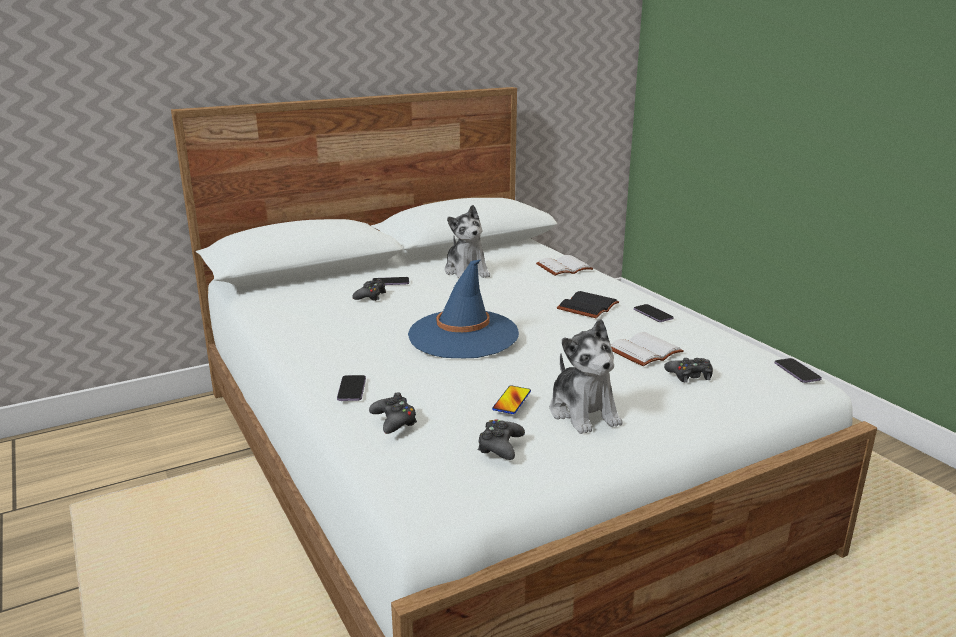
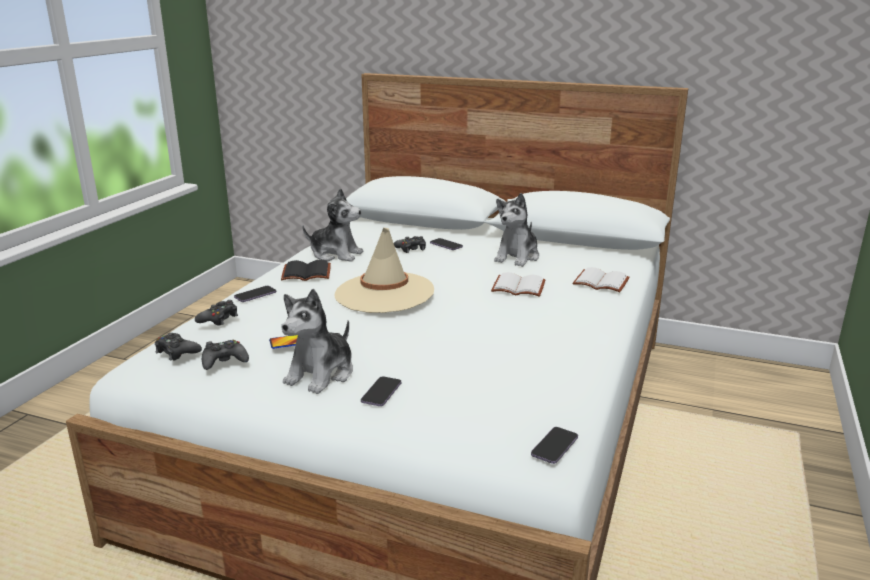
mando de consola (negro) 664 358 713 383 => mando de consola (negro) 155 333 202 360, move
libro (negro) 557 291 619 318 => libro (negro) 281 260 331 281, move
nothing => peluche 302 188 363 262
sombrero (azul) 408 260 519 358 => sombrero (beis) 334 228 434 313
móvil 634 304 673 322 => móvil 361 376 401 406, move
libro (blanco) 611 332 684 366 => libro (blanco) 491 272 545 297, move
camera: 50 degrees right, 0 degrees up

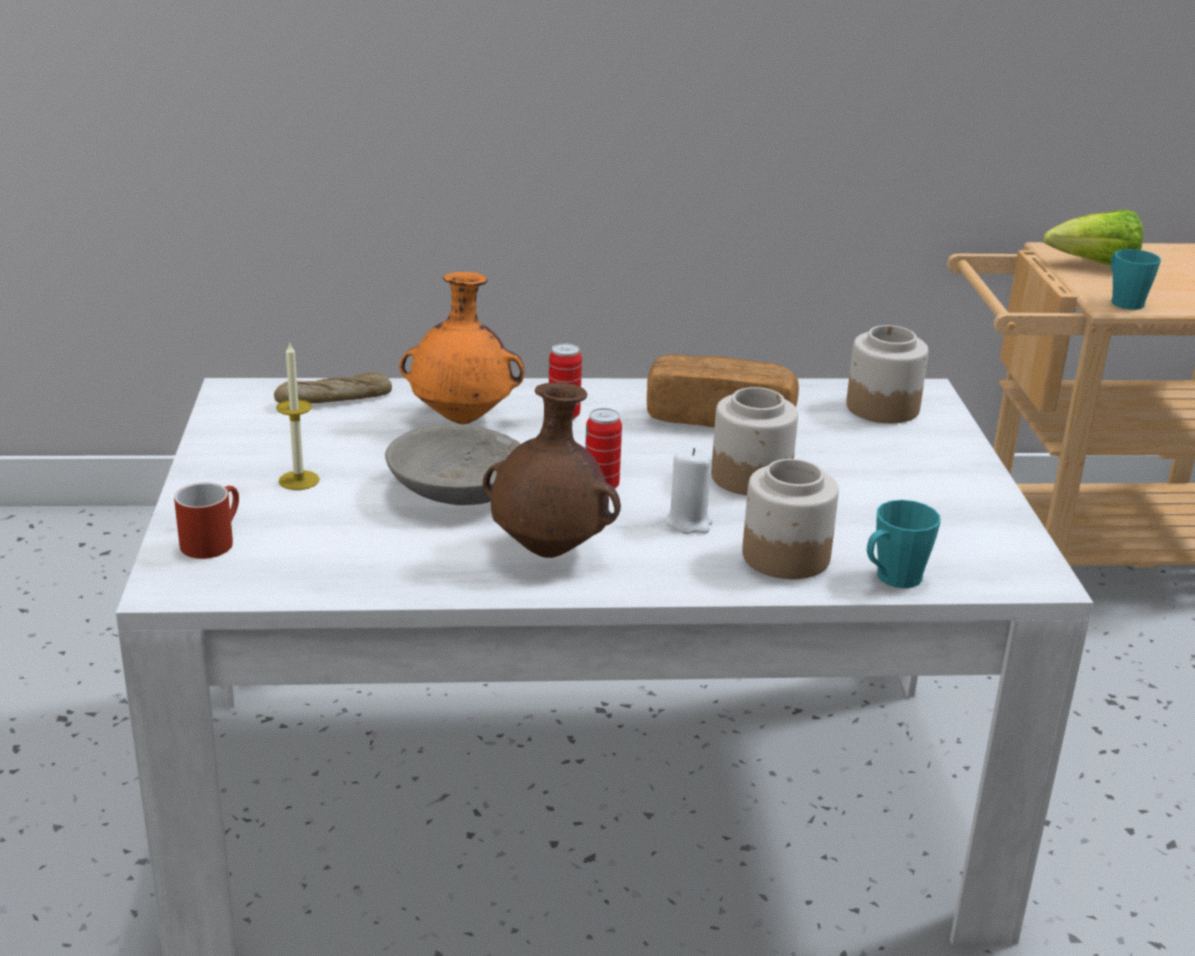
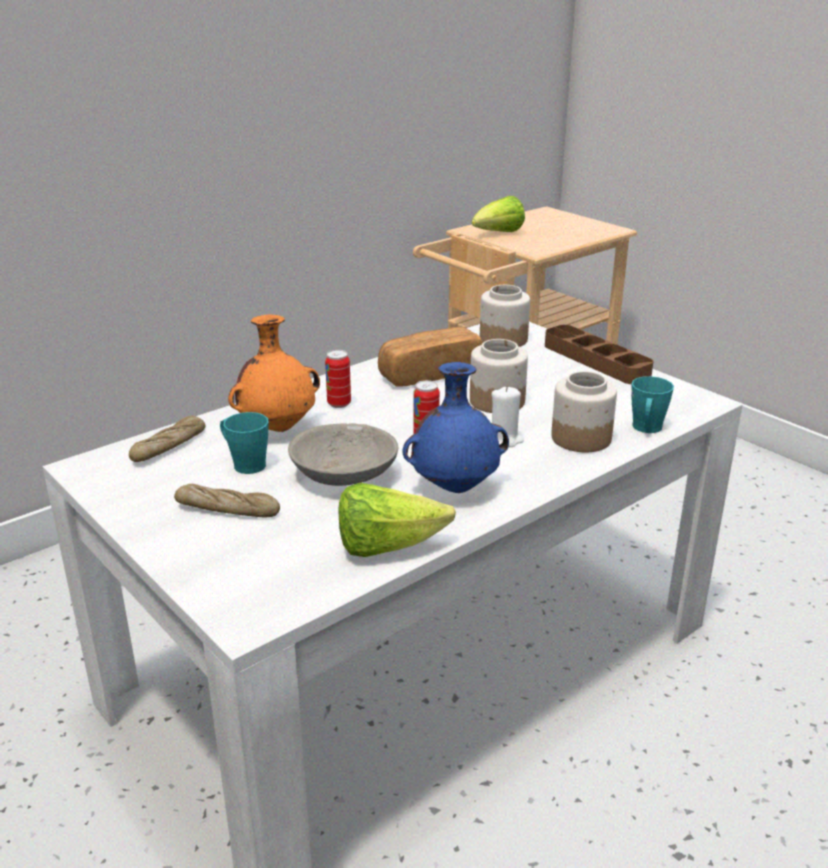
vela 276 341 319 490 => pan 174 484 280 518
taza grande (turquesa) 1111 249 1161 310 => taza grande (turquesa) 220 412 268 474, move
nothing => lechuga 338 483 456 557
florero (marrón) 483 382 621 558 => florero (azul) 403 362 509 493
nothing => bandeja (marrón) 545 325 653 384
taza grande (rojo) 174 483 239 559 => nothing
camera: 35 degrees left, 0 degrees up

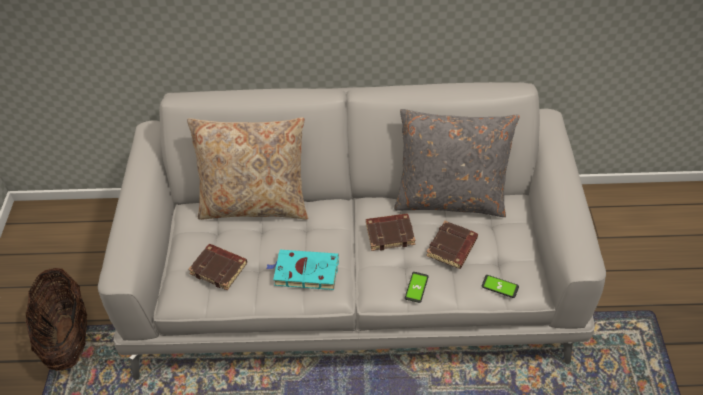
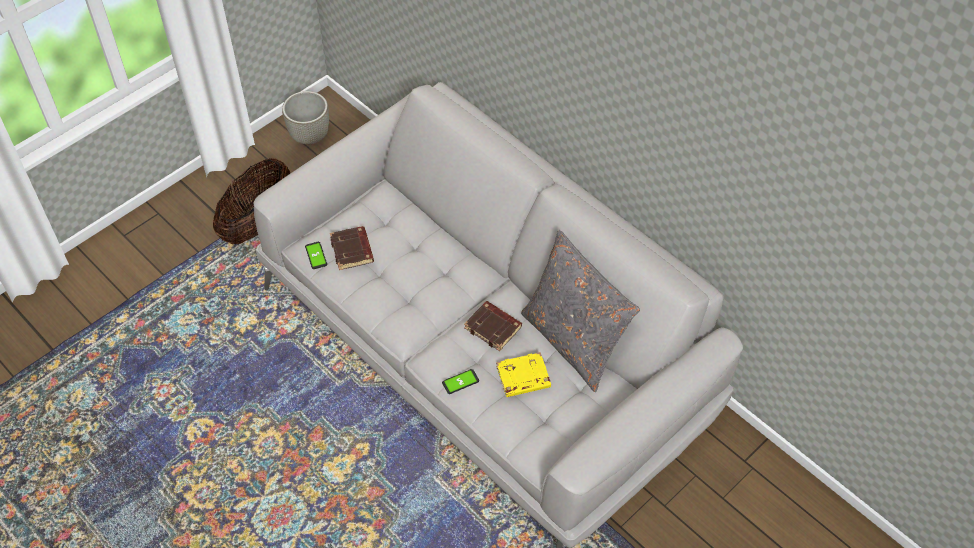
nothing => maceta (gris) 282 91 329 144
móvil 481 275 519 298 => móvil 305 242 327 269, move
libro (marrón) 426 221 478 269 => libro (amarillo) 496 352 551 397
cojín (beis) 187 117 308 220 => nothing
libro (turquesa) 266 250 339 290 => nothing
camera: 45 degrees right, 5 degrees up

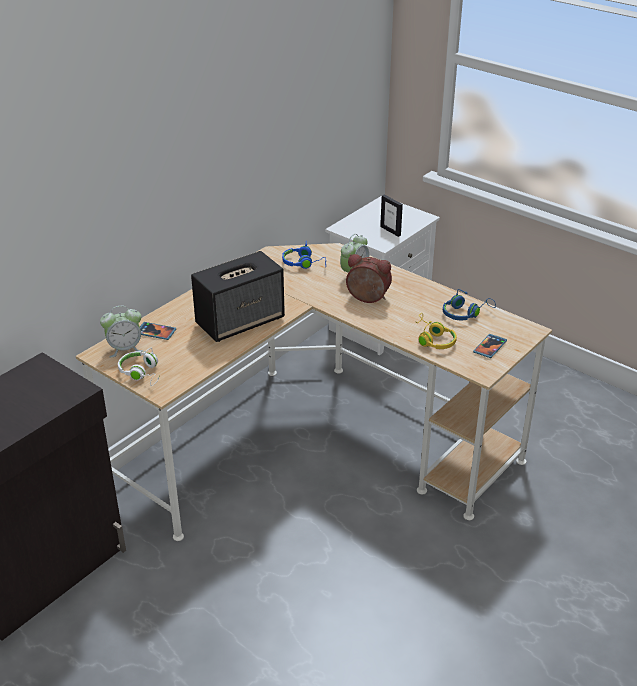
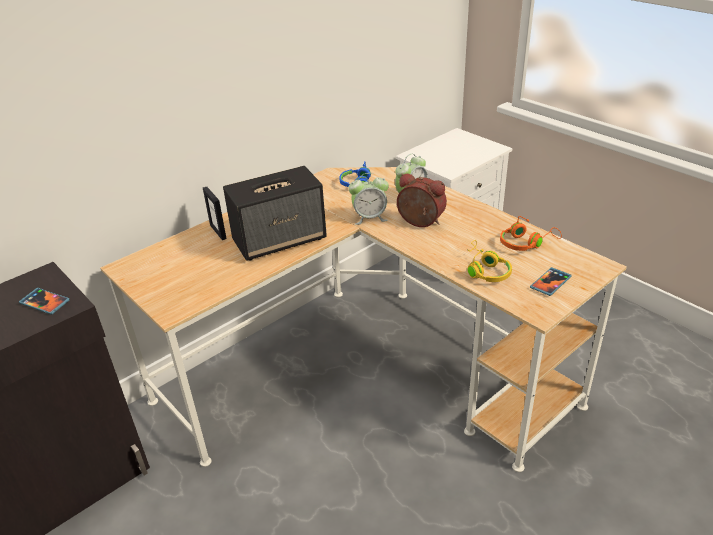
móvil 140 322 176 340 => móvil 19 288 70 315, move
portarretratos 380 195 403 237 => portarretratos 203 187 227 240, move
despertador 100 306 143 357 => despertador 348 173 389 225, move
auriculares (azul) 443 289 496 320 => auriculares (naranja) 500 216 562 251
auriculares (blanco) 118 348 159 386 => nothing
camera: 10 degrees right, 0 degrees up

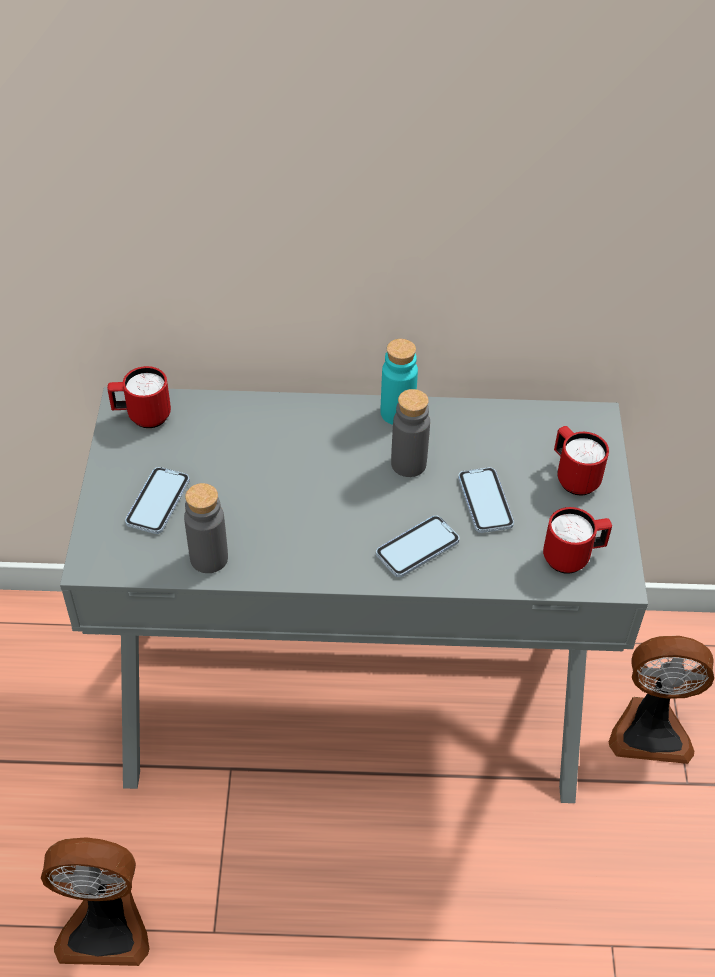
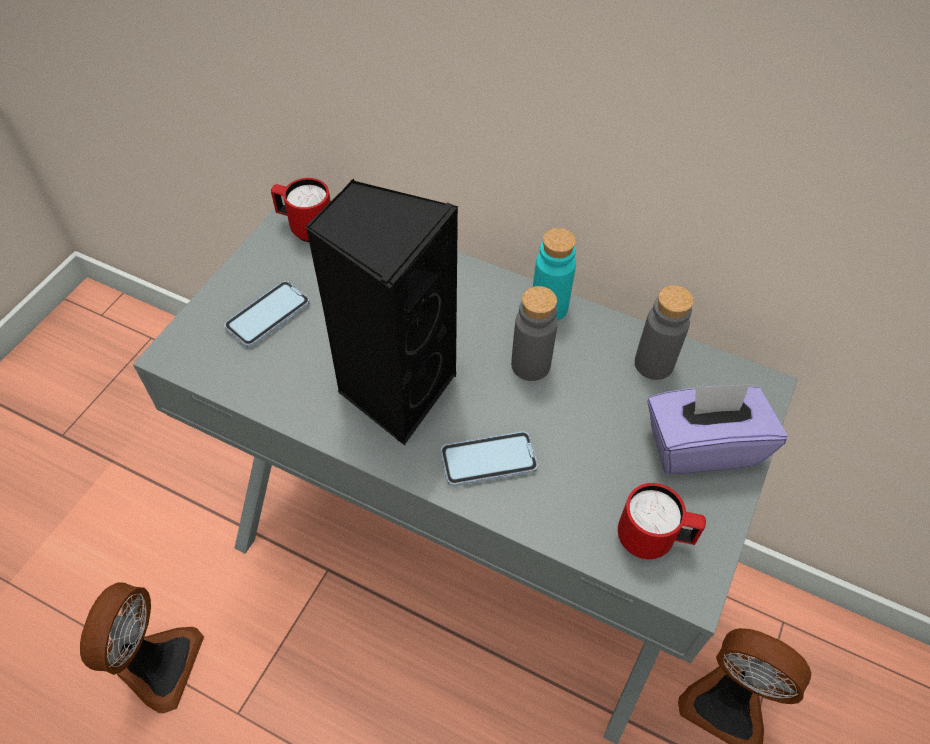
ventilador 41 837 149 966 => ventilador 80 582 204 713, 105 degrees counterclockwise
nothing => altavoz (negro) 305 178 458 445
botella (gris) 184 483 228 573 => botella (gris) 635 285 694 380, move
taza grande (rojo) 554 426 609 495 => caja de pañuelos (morado) 647 384 788 474
móvil 458 467 514 533 => nothing
camera: 25 degrees right, 5 degrees up

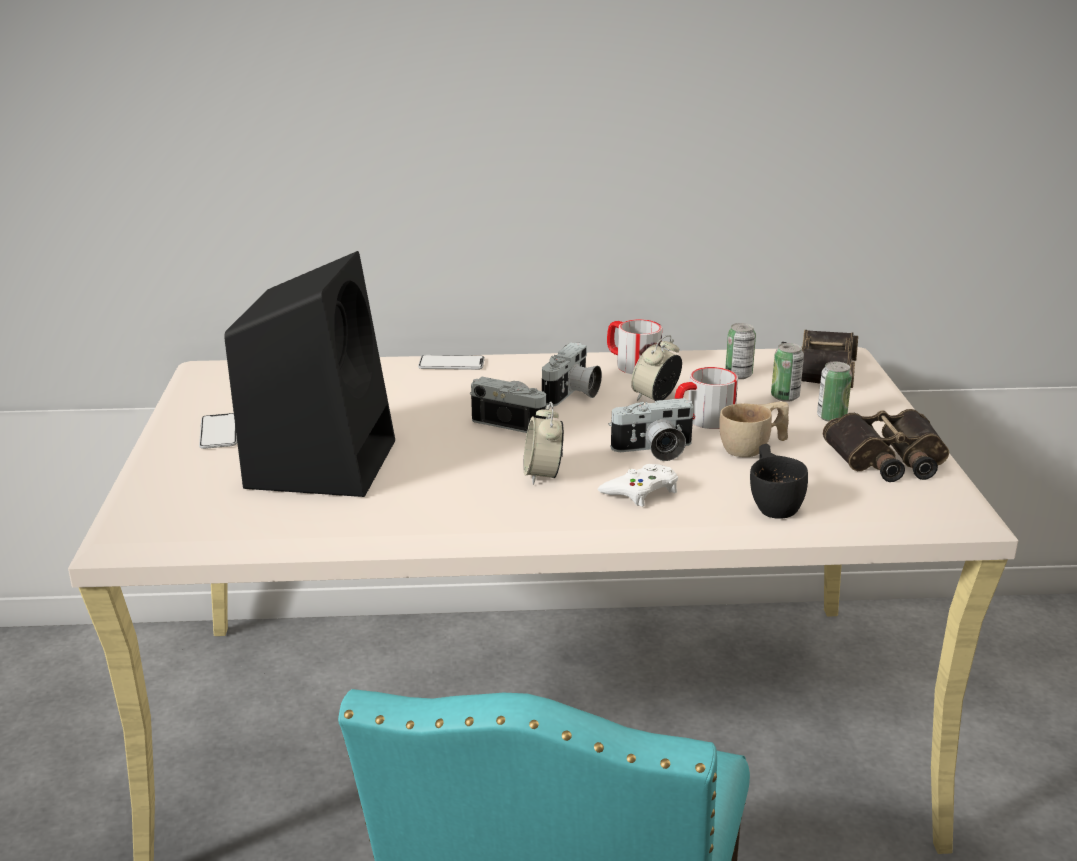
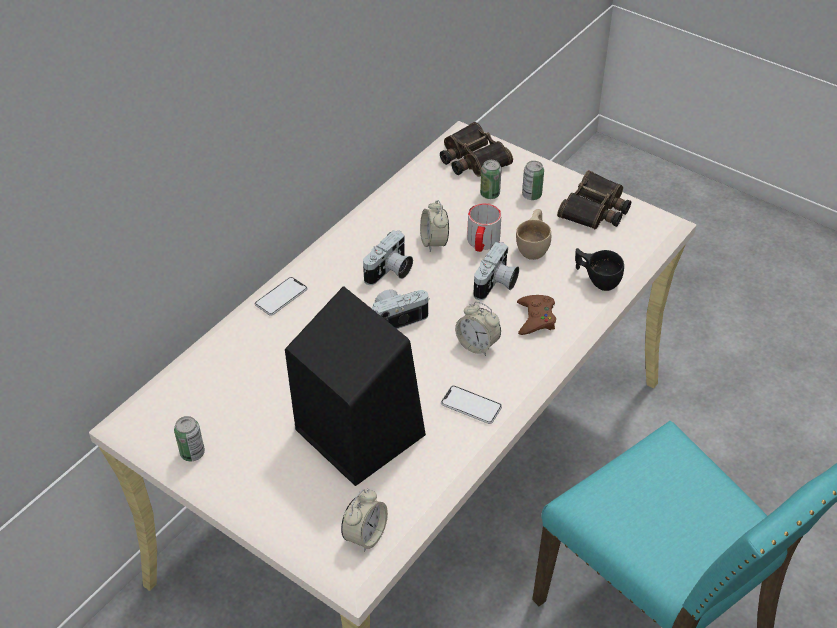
lata 725 323 756 379 => lata 174 416 205 462, move
nothing => despertador 341 489 388 552
cámara 542 342 602 407 => cámara 363 230 413 285, 60 degrees clockwise
móvil 199 413 237 449 => móvil 441 386 502 424, move
mando de consola (blanco) 598 464 678 507 => mando de consola (marrón) 517 295 556 335
taza grande 607 319 662 374 => nothing
camera: 50 degrees left, 20 degrees up

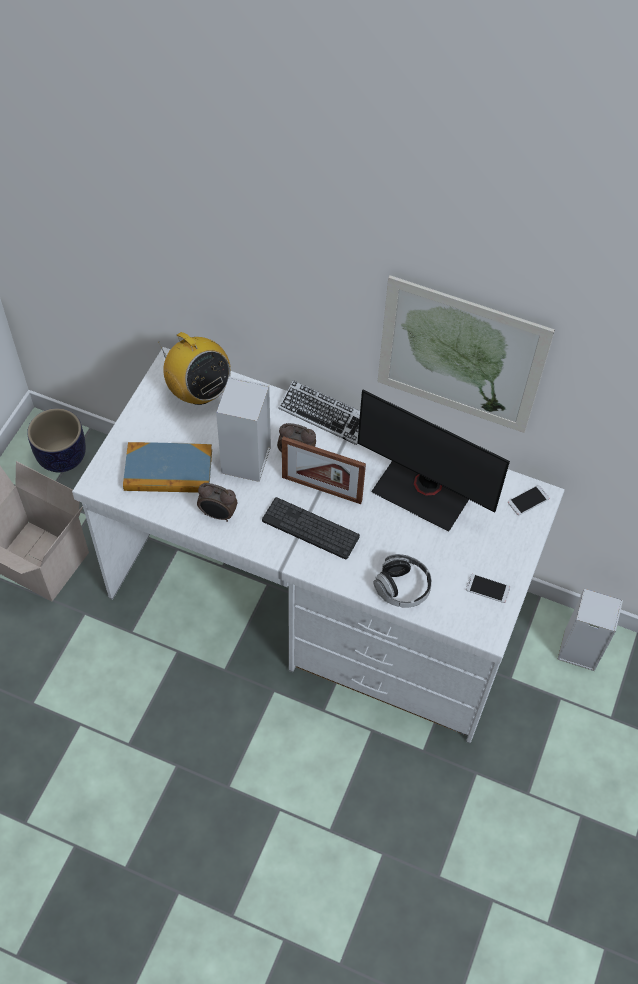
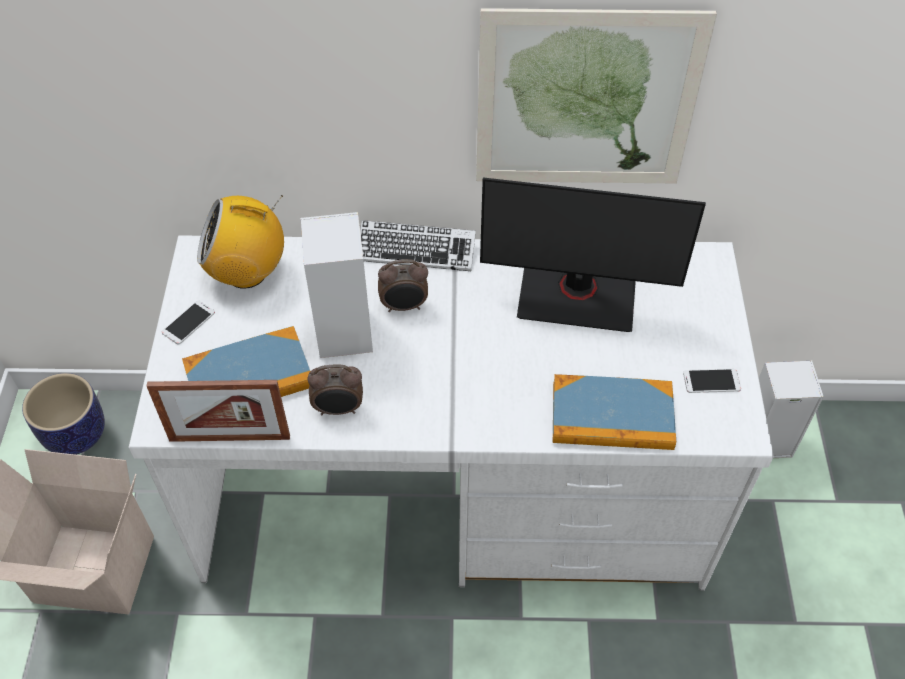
portarretratos 282 436 366 504 => portarretratos 147 380 290 442, move
móvil 508 485 549 515 => móvil 162 301 215 345, move
radio 158 332 231 405 => radio 197 195 284 289, 150 degrees clockwise
auriculares 373 554 432 608 => libro 553 374 676 450
teclado 262 497 360 560 => nothing
camera: 20 degrees left, 5 degrees down

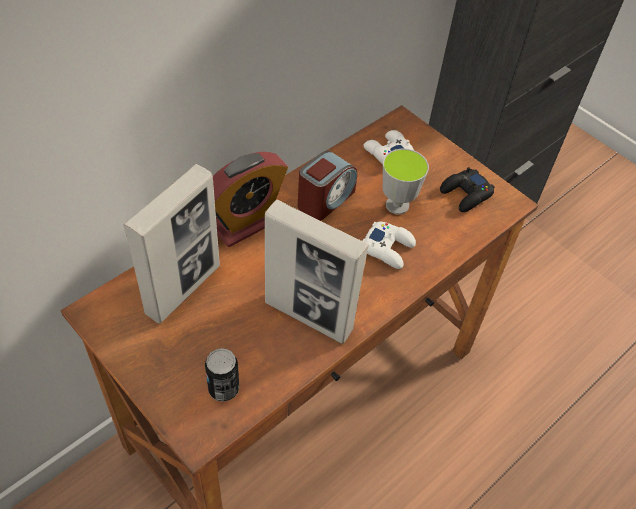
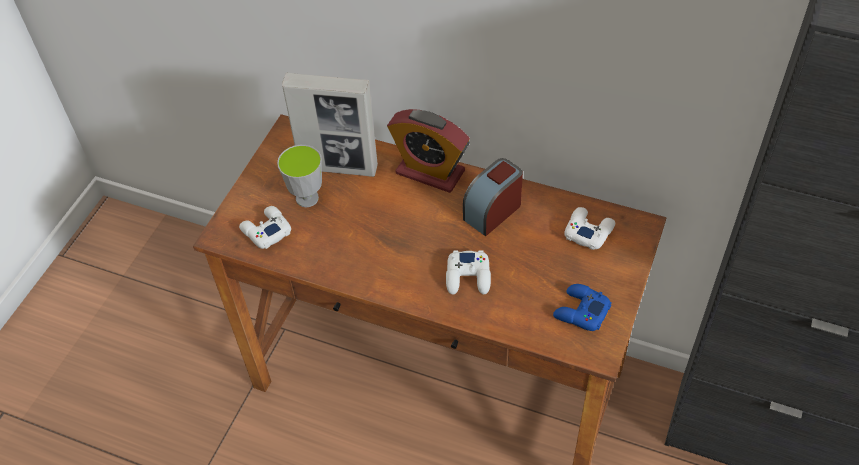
lata 205 348 239 402 => mando de consola (blanco) 239 206 291 249
taza 383 149 429 214 => taza 277 145 322 207, move
despertador 298 151 357 221 => despertador 463 158 523 236, 120 degrees clockwise
mando de consola (negro) 440 167 495 212 => mando de consola (azul) 553 284 612 331
portarretratos 265 200 369 344 => nothing
camera: 70 degrees right, 0 degrees up

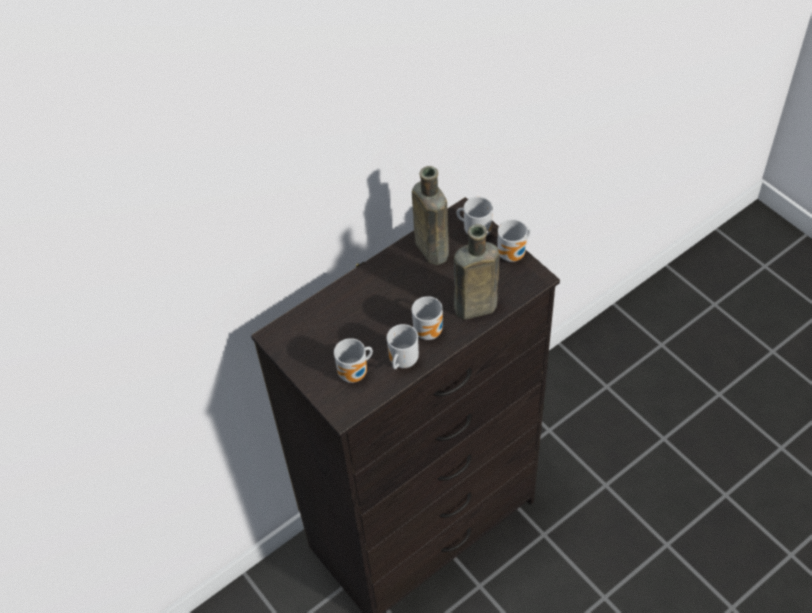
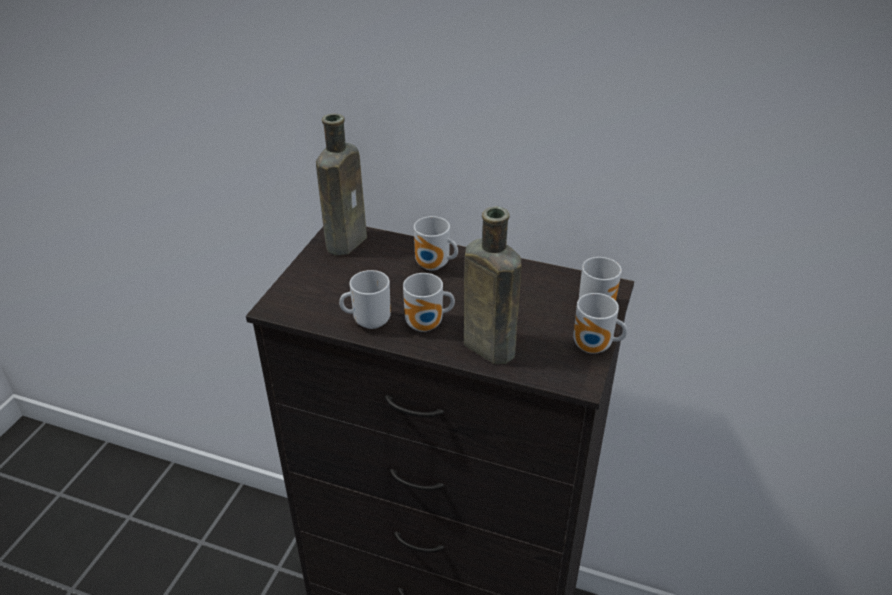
botella (marrón) 412 166 449 265 => botella (marrón) 316 114 367 256, move
taza grande 334 338 373 383 => taza grande 414 216 458 271, move
camera: 55 degrees right, 15 degrees down

